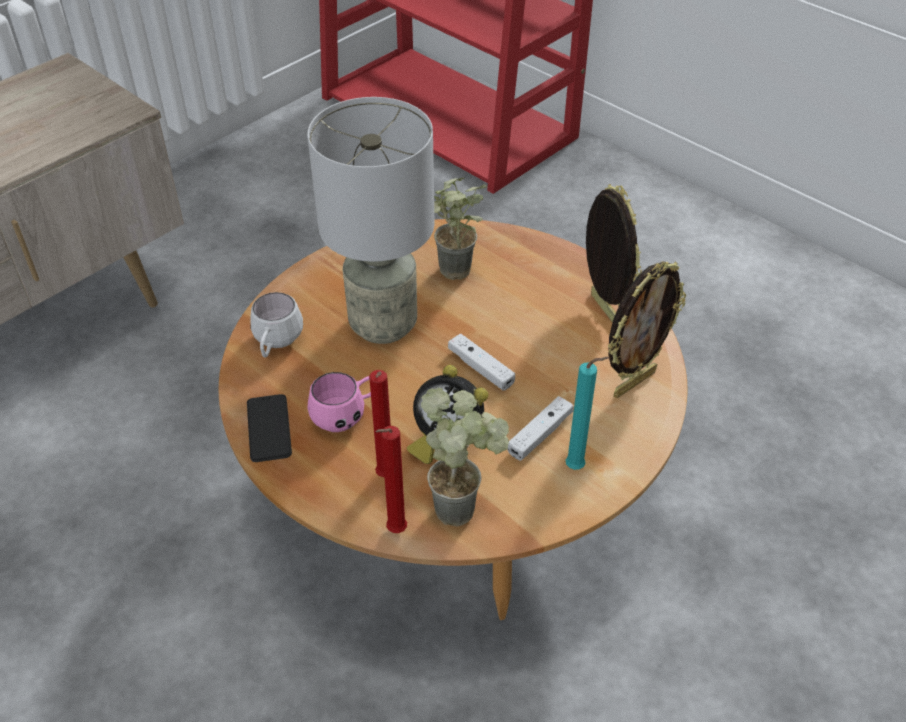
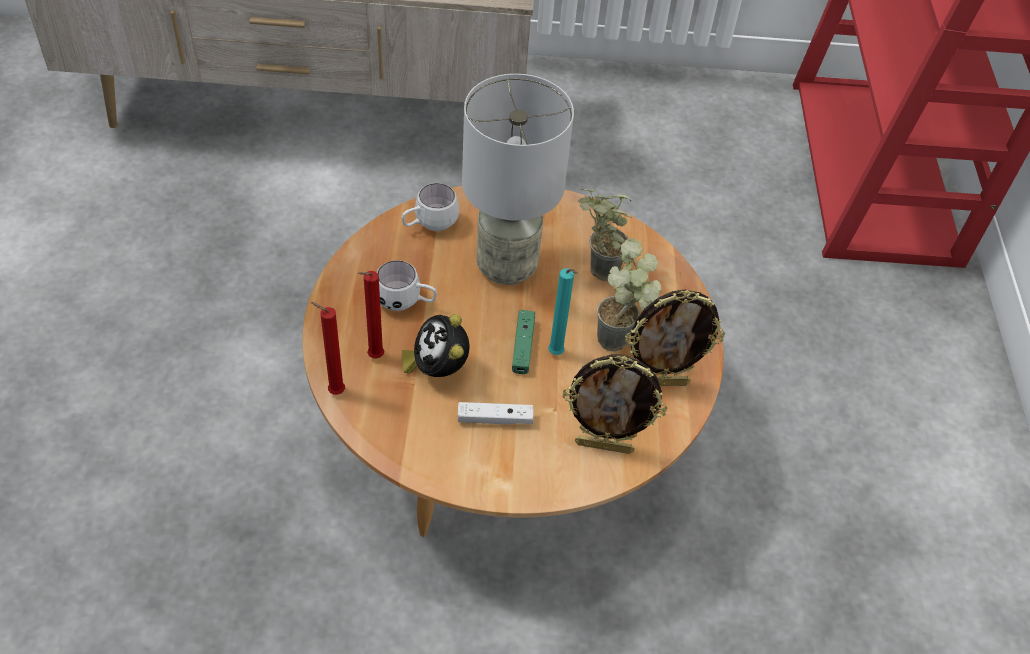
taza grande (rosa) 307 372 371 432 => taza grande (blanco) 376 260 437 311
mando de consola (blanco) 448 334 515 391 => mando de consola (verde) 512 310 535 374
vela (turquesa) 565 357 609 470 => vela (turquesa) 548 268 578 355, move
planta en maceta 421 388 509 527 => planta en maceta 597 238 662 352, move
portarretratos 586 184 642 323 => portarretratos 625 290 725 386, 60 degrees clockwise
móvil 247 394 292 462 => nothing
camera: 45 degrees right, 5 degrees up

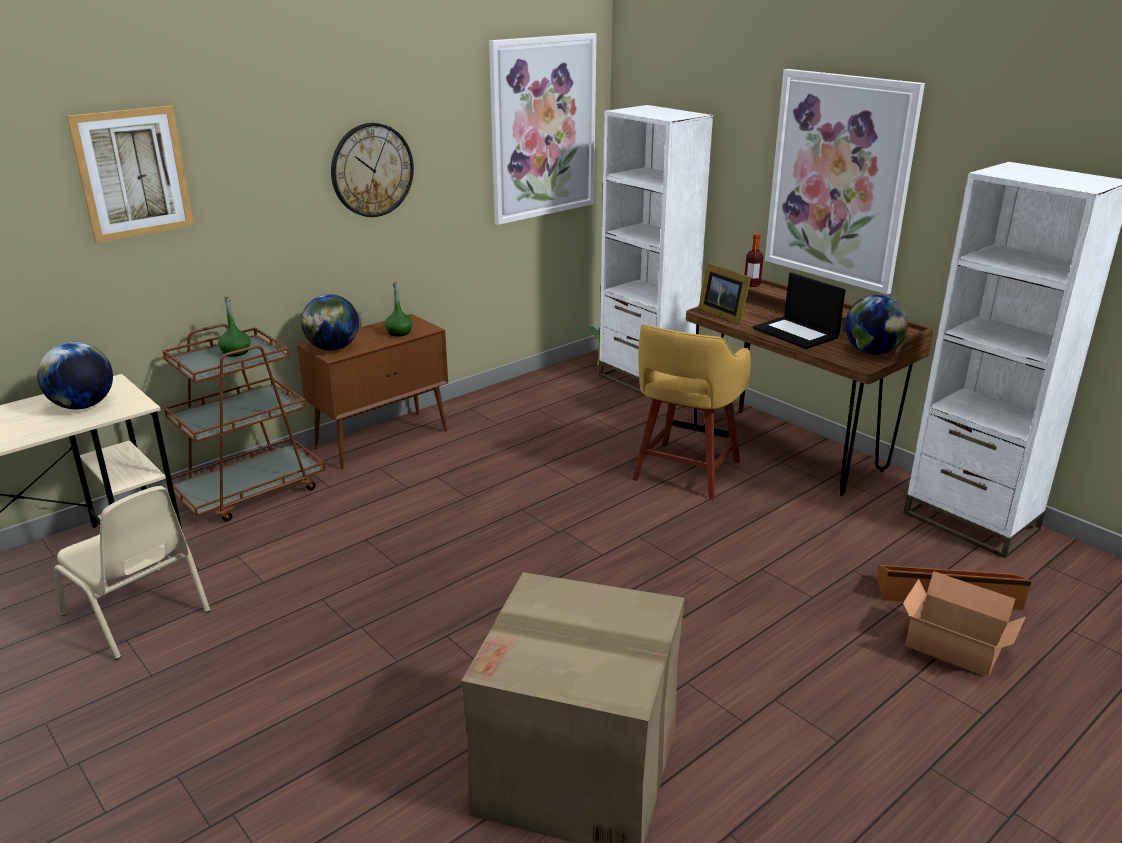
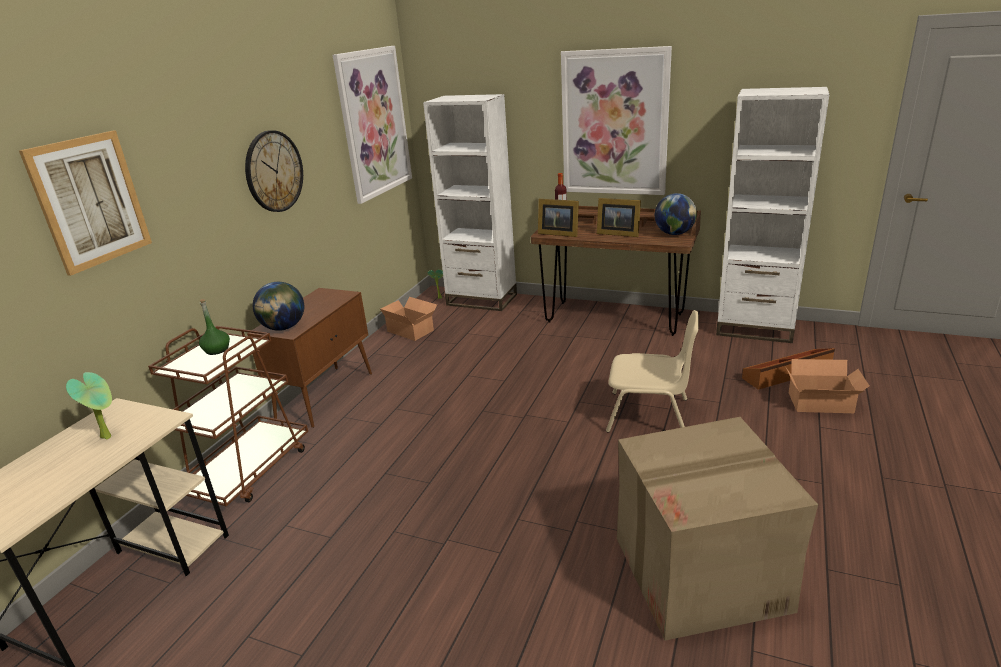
globo terráqueo 37 342 113 409 => planta en maceta 66 372 112 440
nothing => caja de cartón 380 297 437 341
portátil 753 272 845 349 => portarretratos 597 198 641 237
silla (beis) 54 486 210 660 => silla (beis) 606 310 699 432, move
botella (verde) 385 281 413 336 => nothing
taburete (amarillo) 632 324 751 500 => nothing
camera: 25 degrees left, 0 degrees up

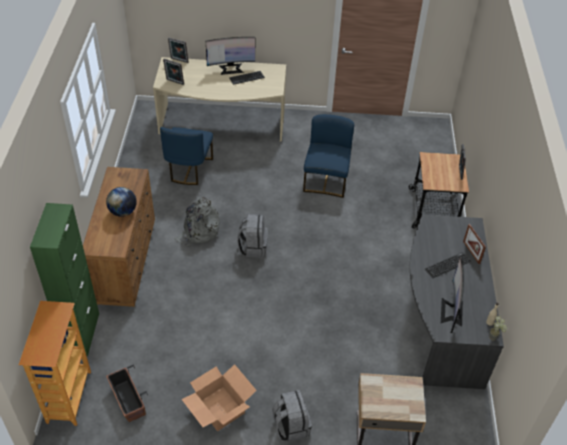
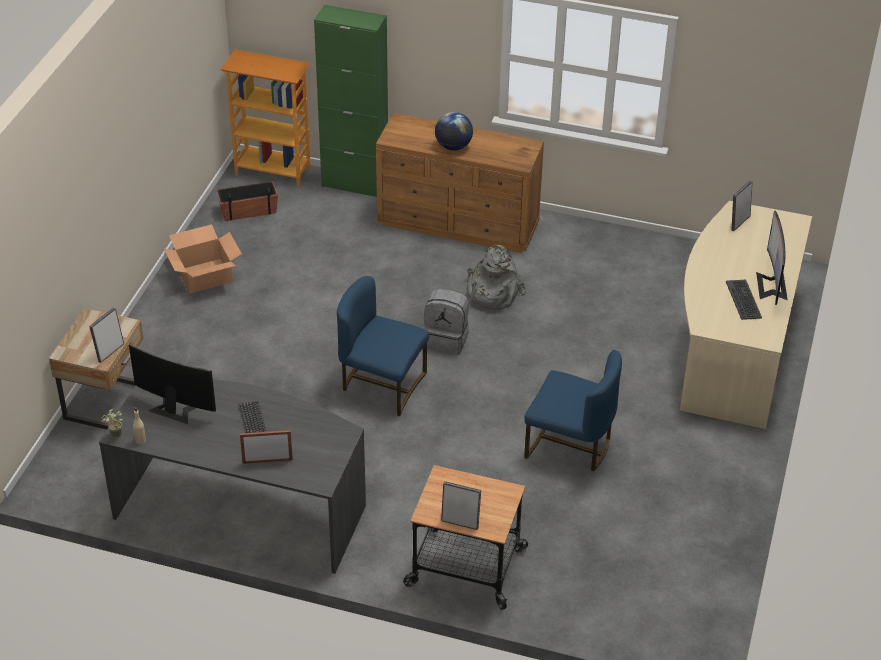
portarretratos 168 38 189 63 => portarretratos 89 307 124 363, move
silla (azul) 160 127 213 185 => silla (azul) 337 276 429 416, move
mochila (gris) 272 390 312 442 => nothing
camera: 105 degrees right, 5 degrees down

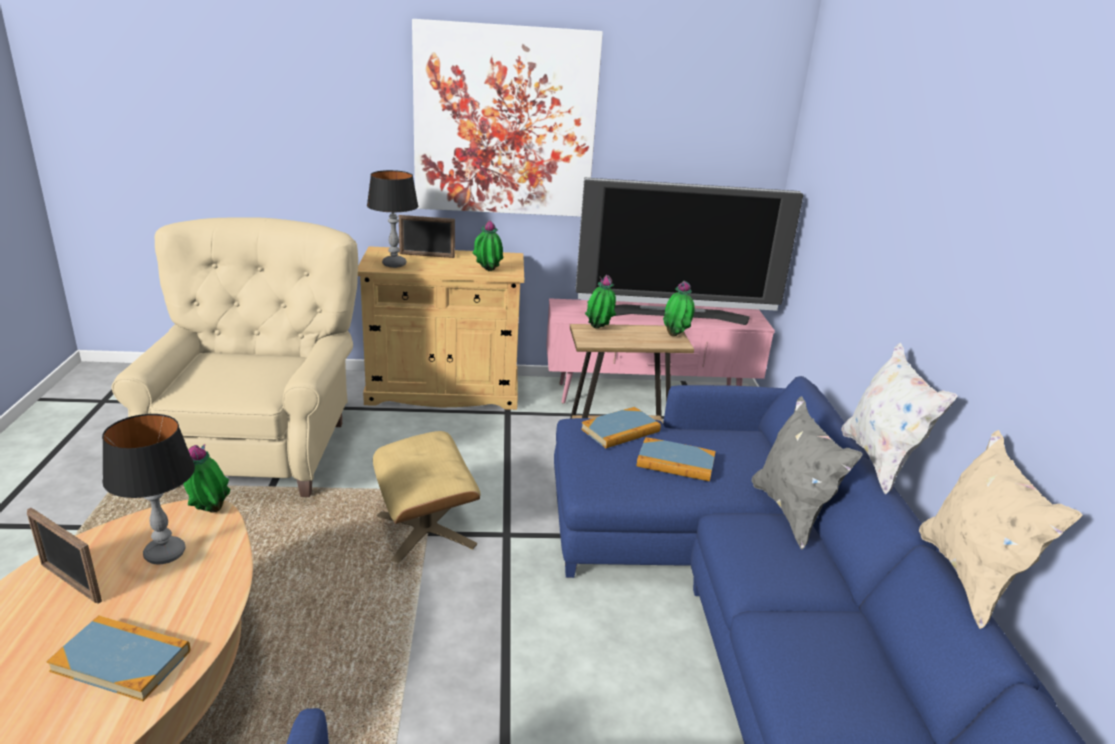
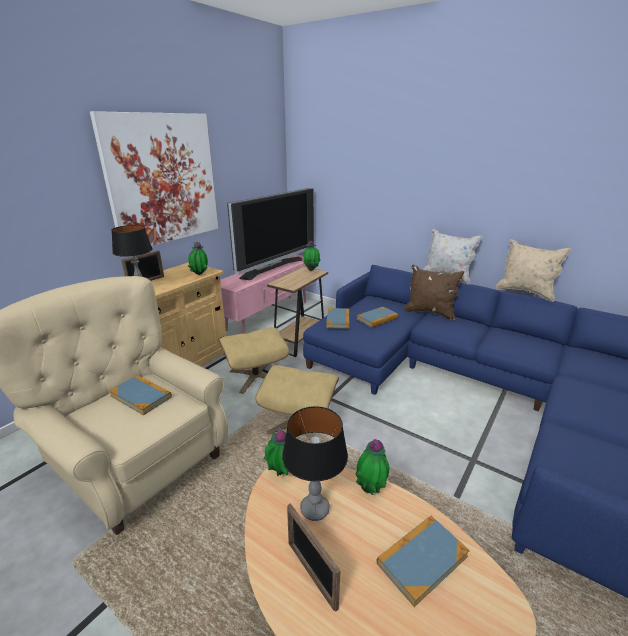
nothing => libro 109 375 172 415
nothing => puf (beis) 219 327 289 394
portarretratos 27 508 102 604 => portarretratos 287 503 341 612, 75 degrees clockwise
planta en maceta 585 275 616 329 => planta en maceta 356 439 389 495, move
cojín (gris) 752 396 863 550 => cojín (marrón) 404 265 464 321
camera: 50 degrees left, 0 degrees up

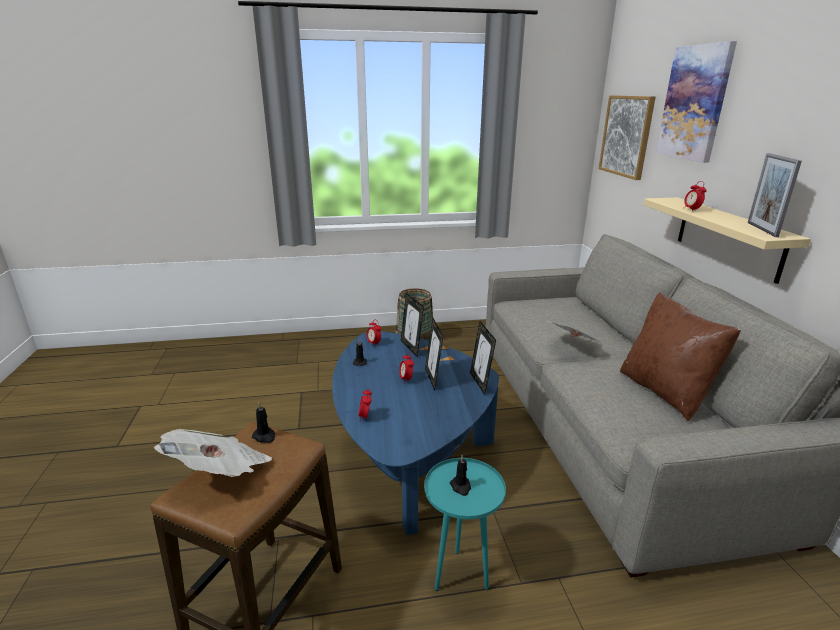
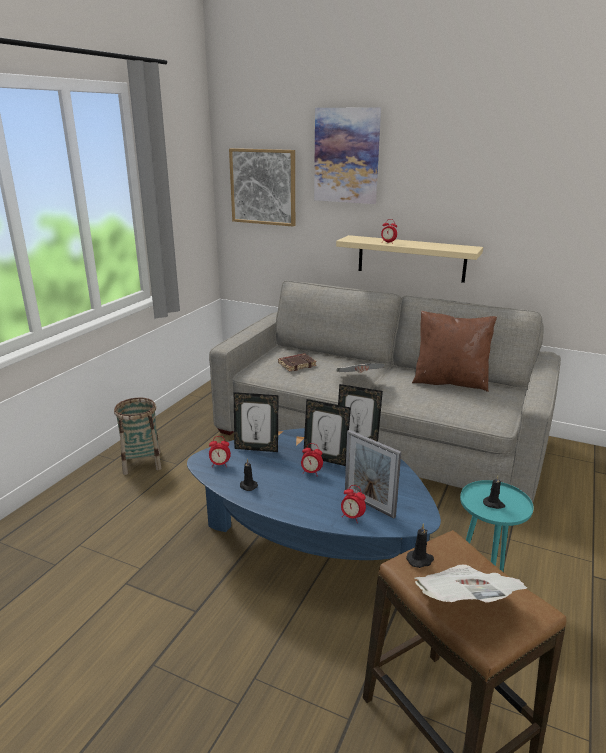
nothing => libro (marrón) 278 353 317 372
portarretratos 747 153 802 237 => portarretratos 345 430 401 519, move
camera: 55 degrees left, 0 degrees up

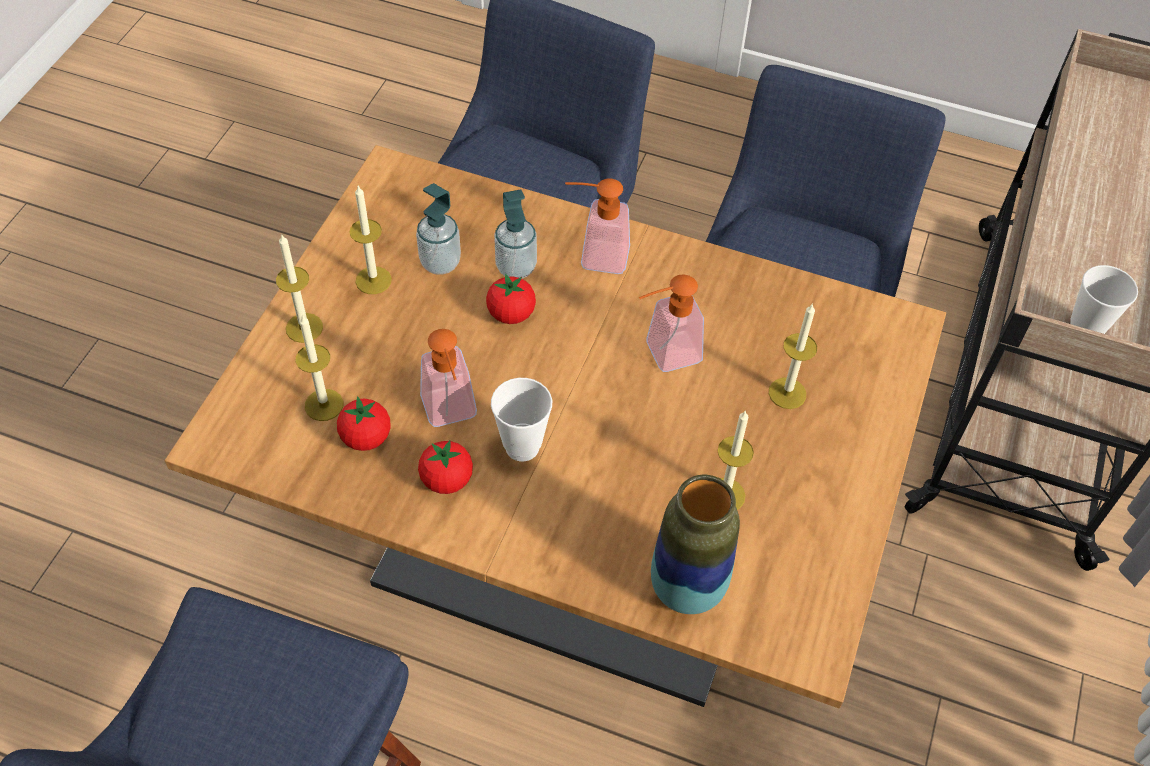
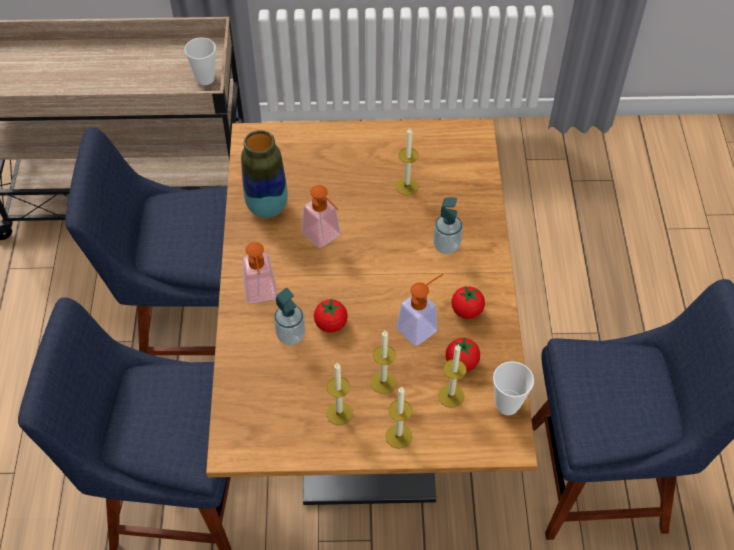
florero 651 475 740 614 => florero 241 130 288 218, move
vela 769 303 817 409 => vela 371 331 397 394, move
dispensador de jabón 416 183 461 275 => dispensador de jabón 433 197 463 254, move
taza 491 378 552 461 => taza 493 361 534 415, move
camera: 110 degrees left, 0 degrees up

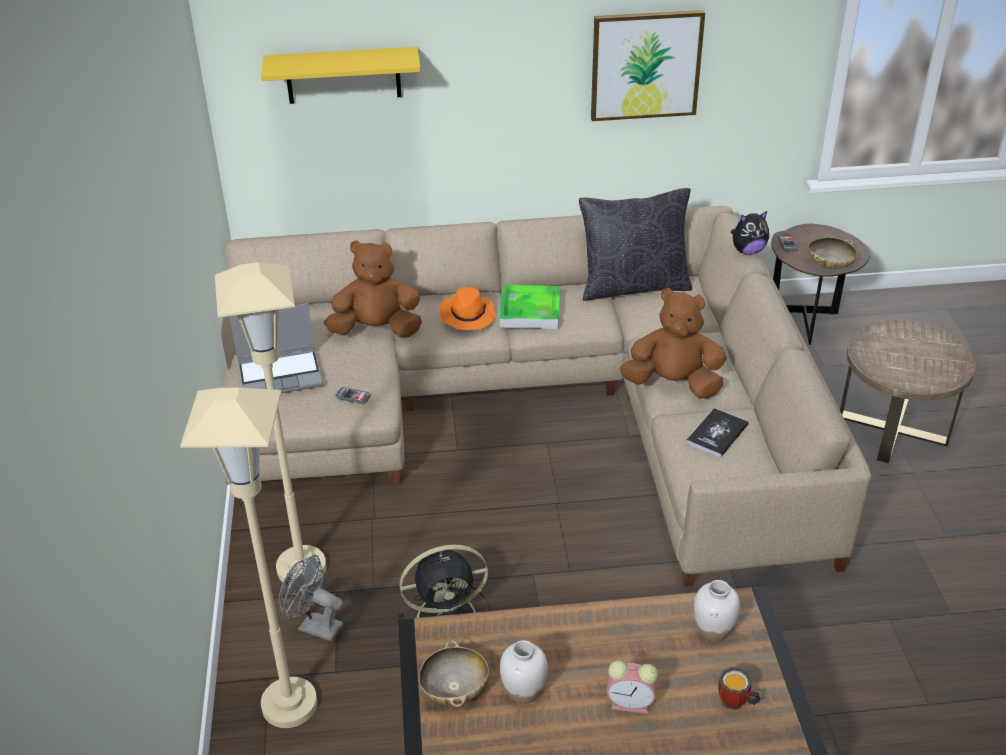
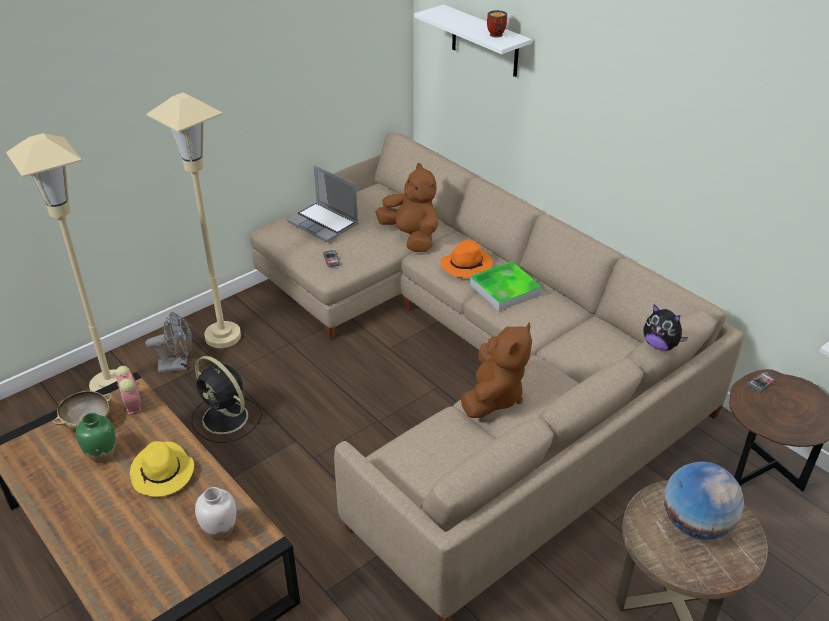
florero (blanco) 500 640 548 704 => florero (verde) 76 413 116 463
despertador 607 661 658 714 => despertador 115 366 142 416, move
nothing => sombrero (amarillo) 130 441 194 497
ventilador (gris) 278 555 344 642 => ventilador (gris) 145 312 192 373, 90 degrees clockwise
estante (amarillo) 261 47 421 104 => estante (blanco) 414 5 532 77
peluche (marrón) 620 288 726 399 => peluche (marrón) 461 323 532 418, 45 degrees clockwise
taza grande 718 667 760 710 => taza grande 487 10 507 37, move
nothing => globo terráqueo 664 462 744 540
cojín (negro) 579 188 692 301 => nothing
cuadro 591 10 705 121 => nothing
libro 686 408 748 457 => nothing
cuenco (beis) 808 237 857 269 => nothing
camera: 55 degrees right, 0 degrees up

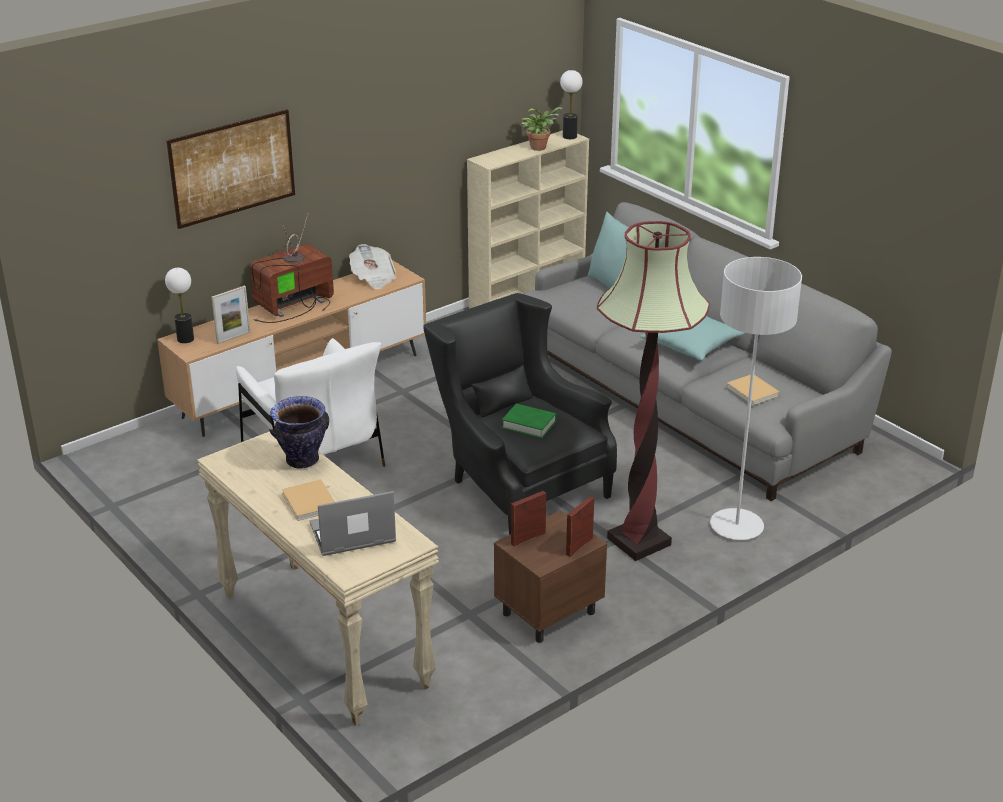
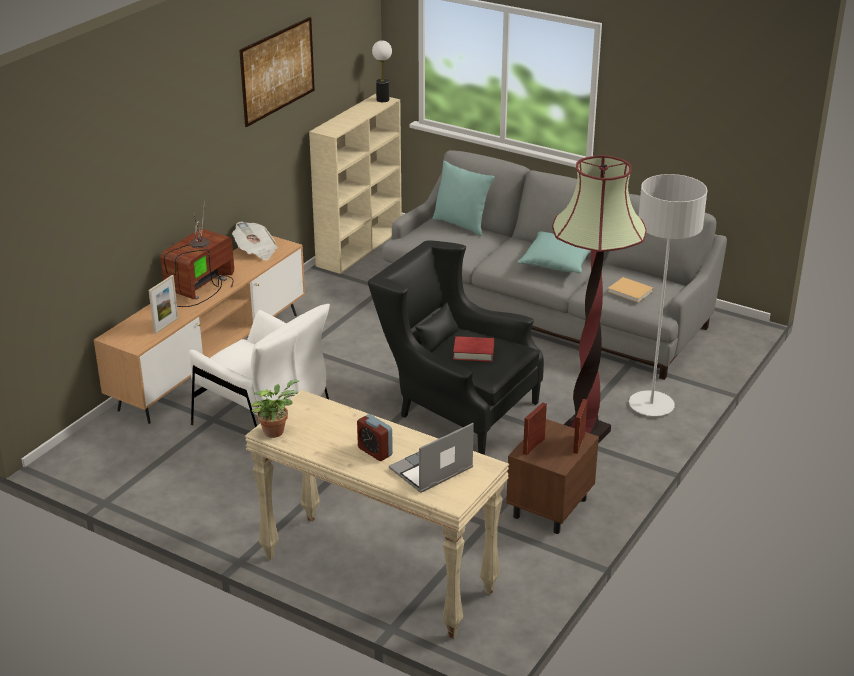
cuadro 166 109 295 229 => cuadro 239 17 315 127, move
planta en maceta 521 107 563 151 => planta en maceta 251 379 299 438, move
libro (beis) 282 479 335 521 => despertador 357 414 393 461
libro (verde) 502 404 557 438 => libro (rojo) 453 336 494 362
lámpara de mesa 165 268 194 343 => nothing
florero 269 396 329 469 => nothing
camera: 20 degrees left, 0 degrees up

